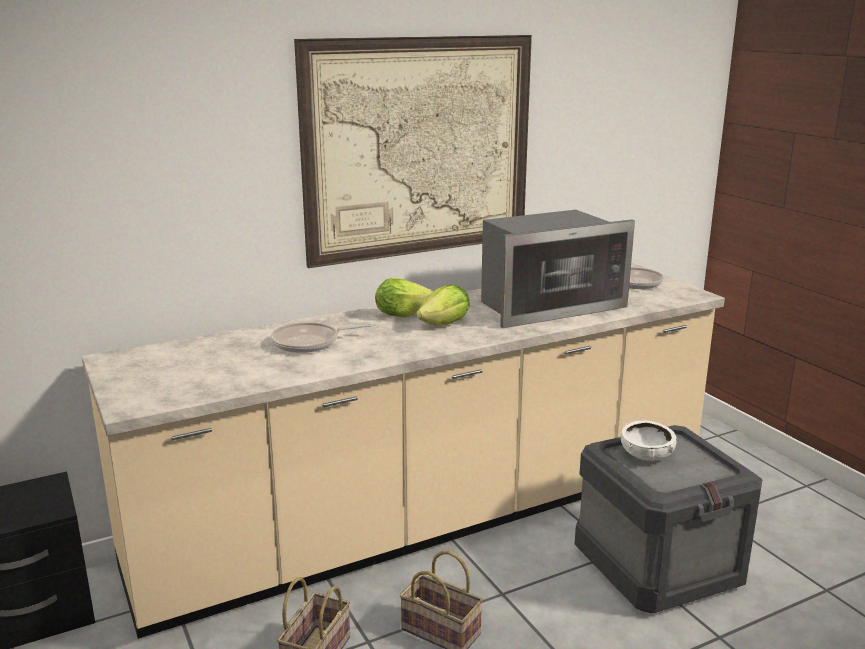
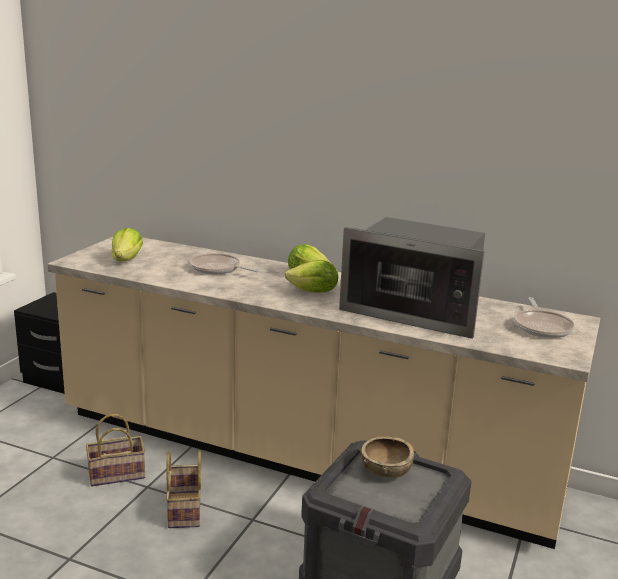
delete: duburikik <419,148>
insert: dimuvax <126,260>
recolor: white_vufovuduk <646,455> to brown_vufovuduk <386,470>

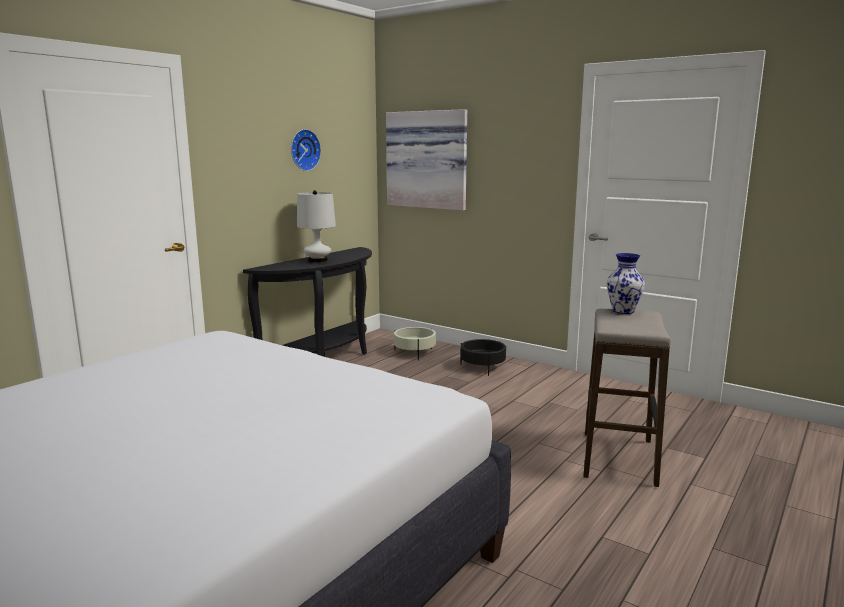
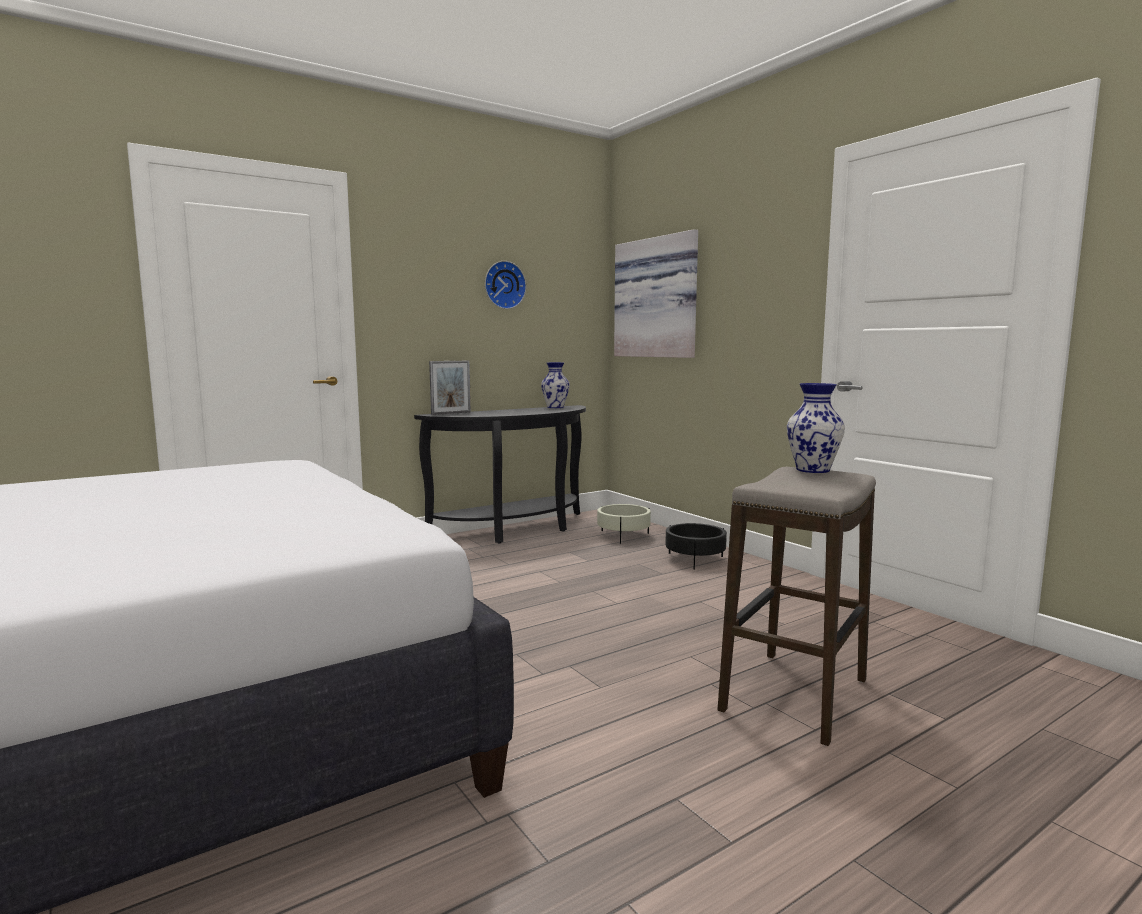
delete: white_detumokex <317,260>
insert: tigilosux <451,413>; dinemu <555,407>

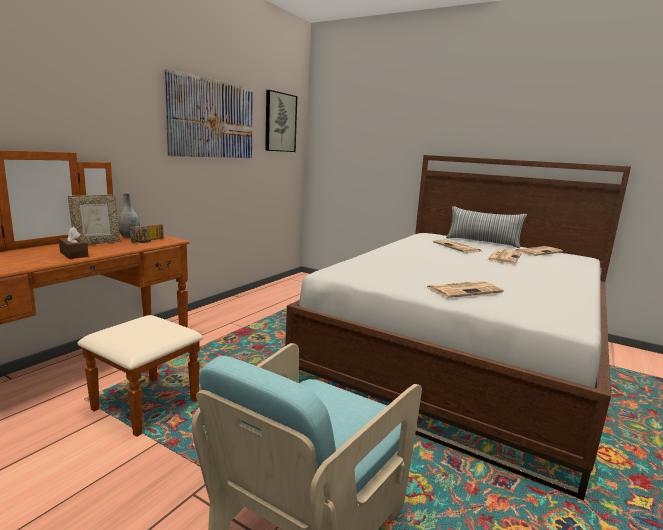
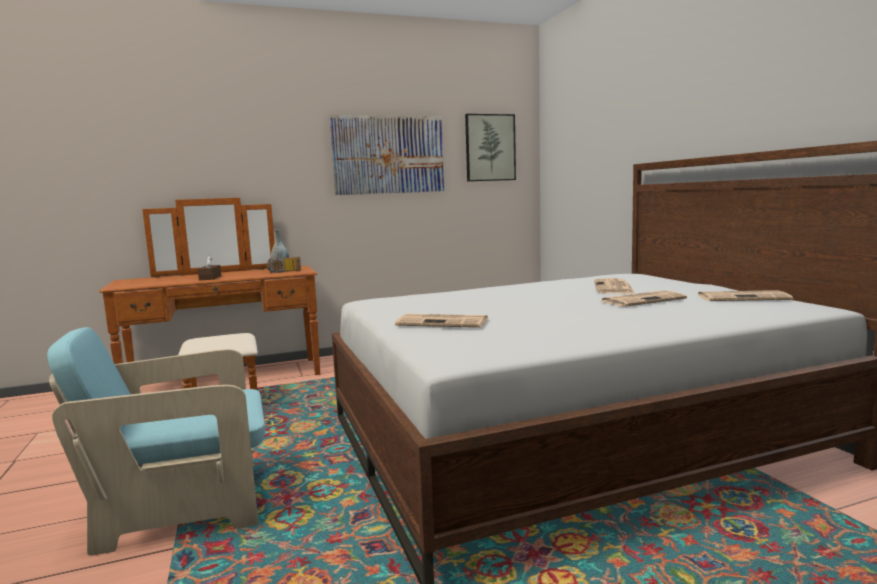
delete: tigilosux <97,243>; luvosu <482,242>

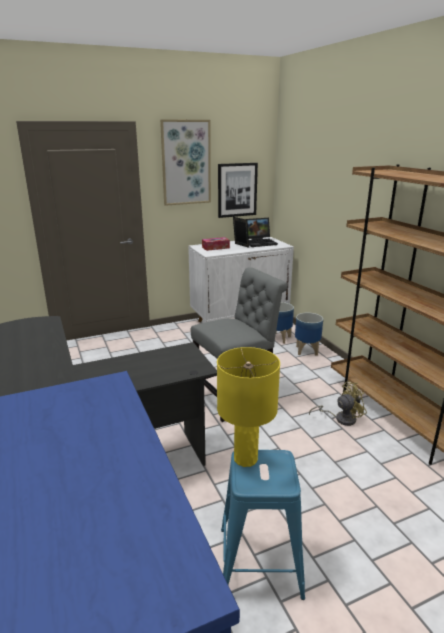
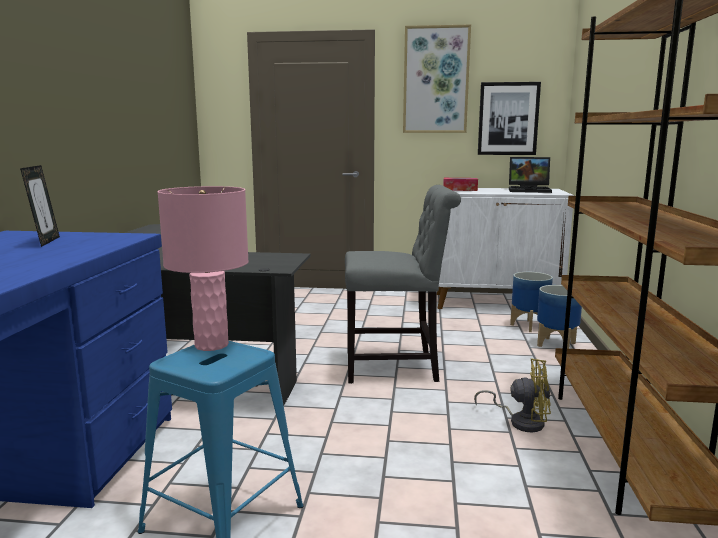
move: tigilosux <240,246> to <45,241>
recolor: yellow_detumokex <246,459> to pink_detumokex <211,345>

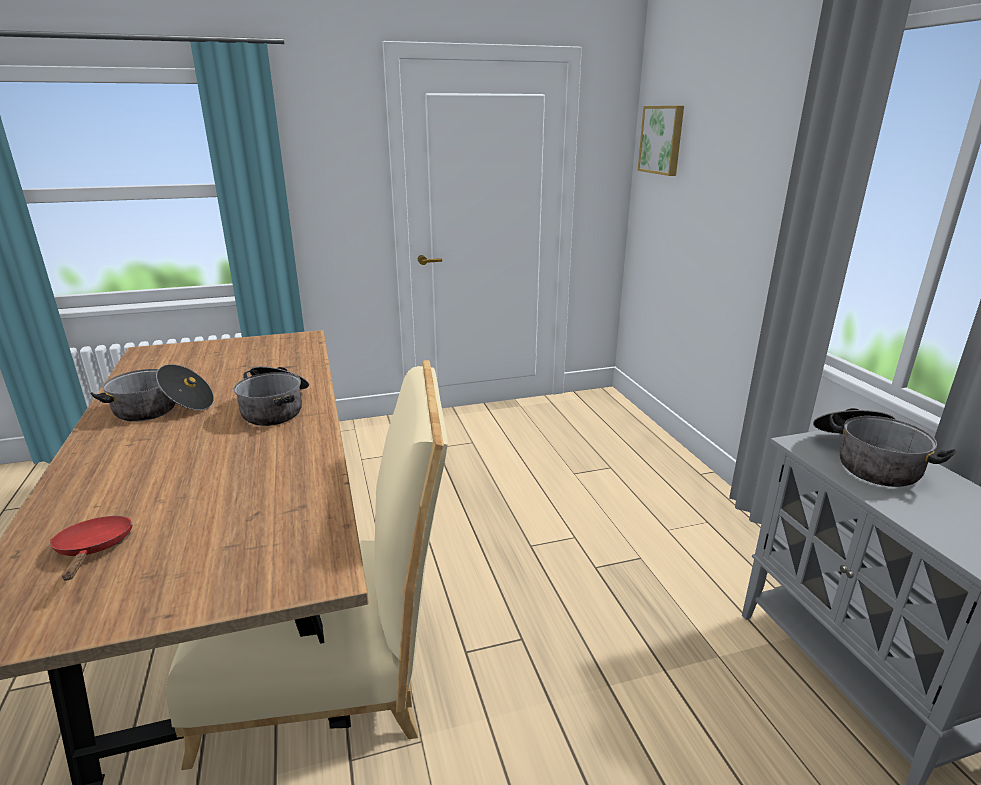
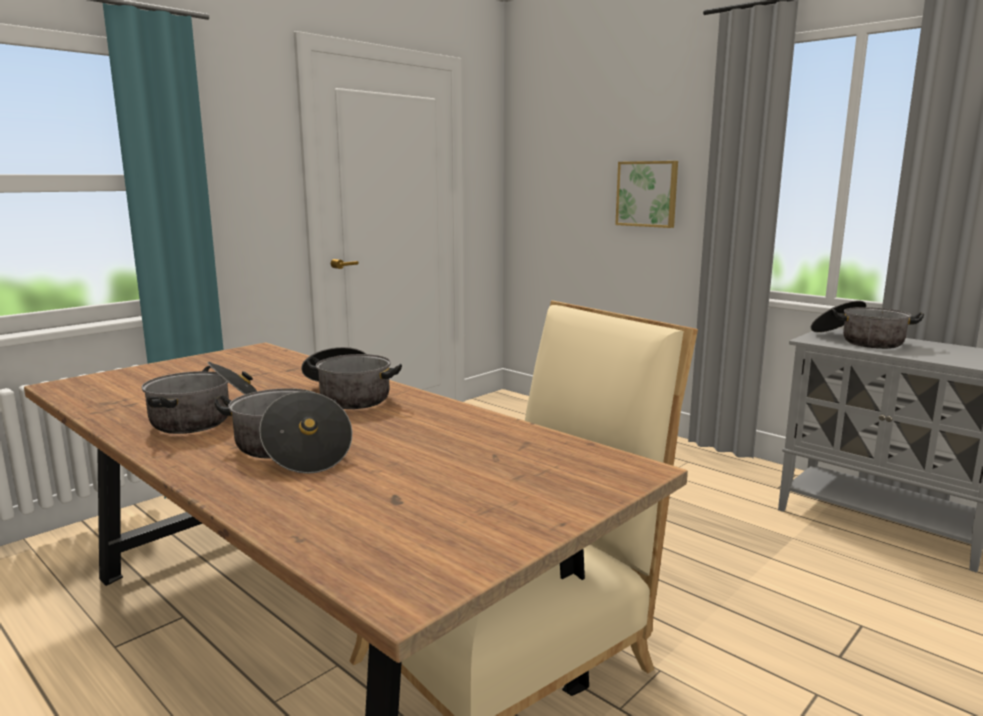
delete: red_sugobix <94,549>
insert: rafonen <288,451>
move: duburikik <662,140> to <647,194>

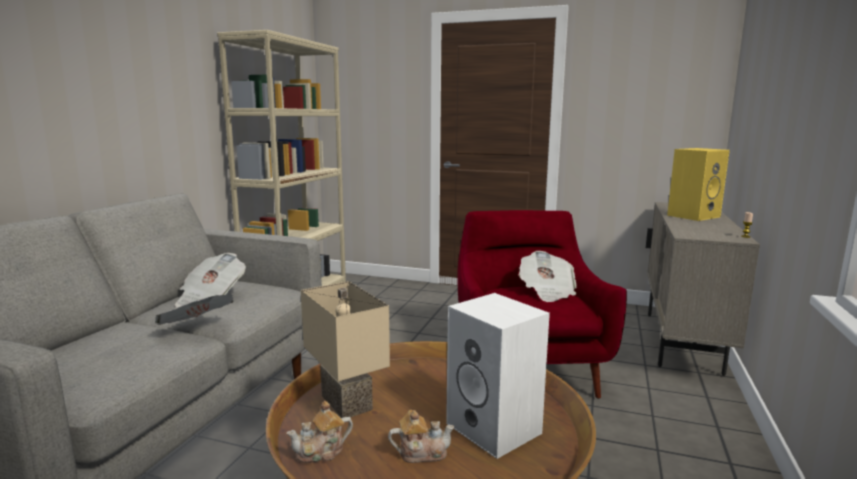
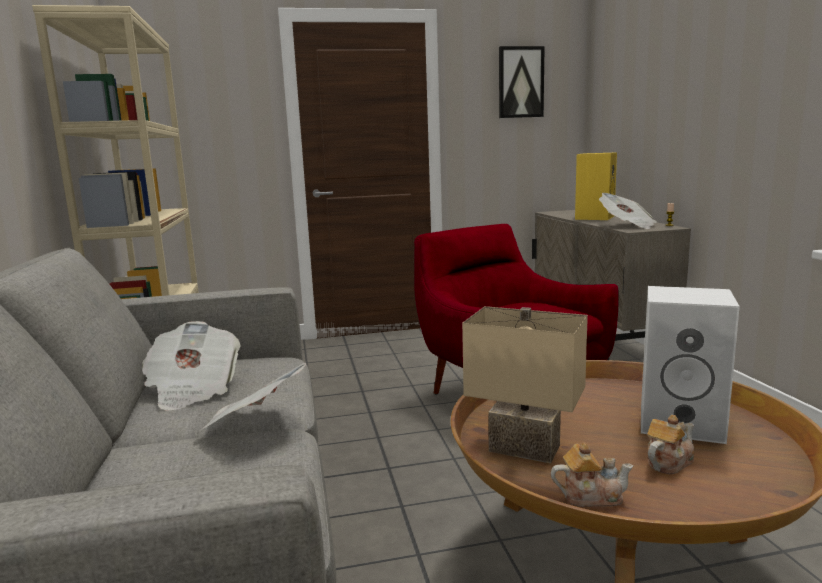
insert: duburikik <520,82>
move: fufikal <546,292> to <627,226>
rotate: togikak <321,452> = <590,496> 120 degrees counterclockwise

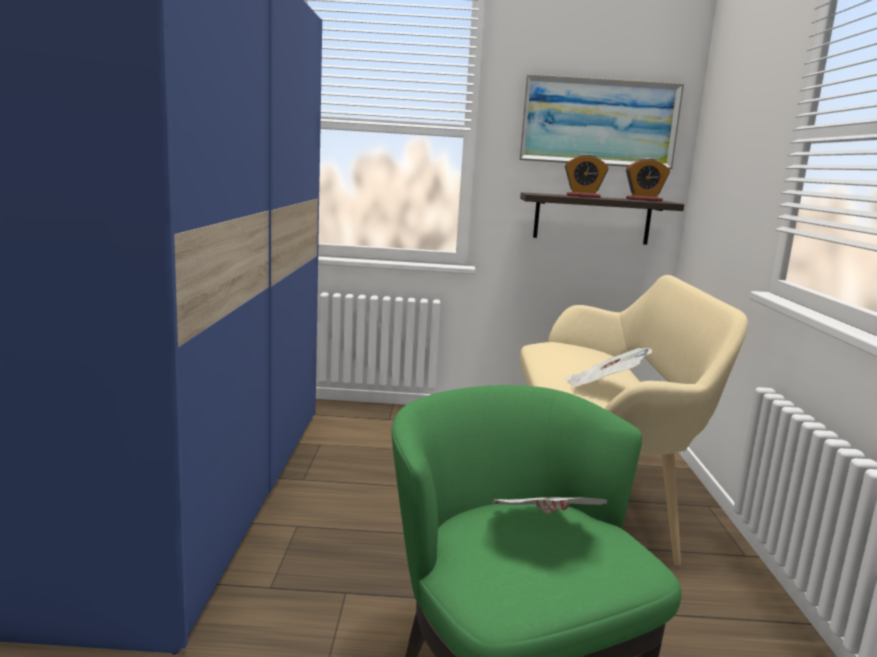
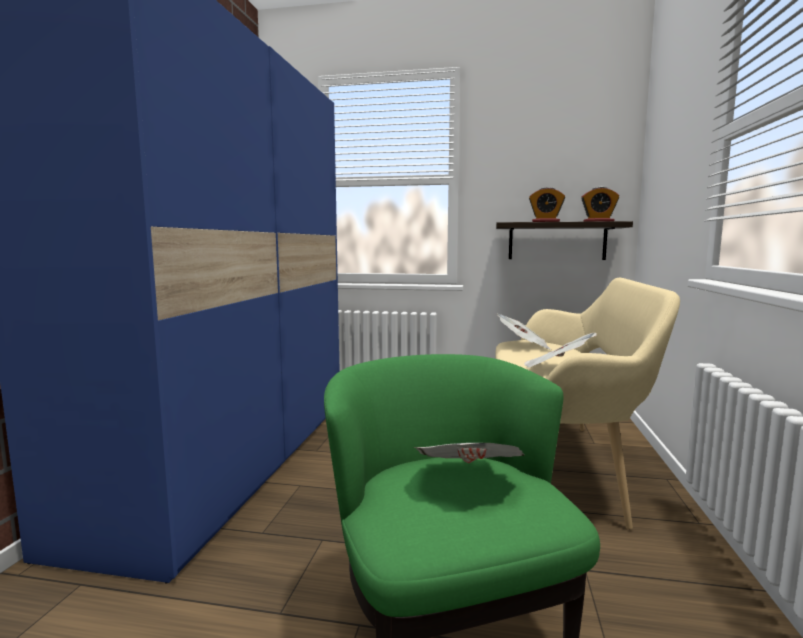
delete: duburikik <599,122>
insert: fufikal <523,346>

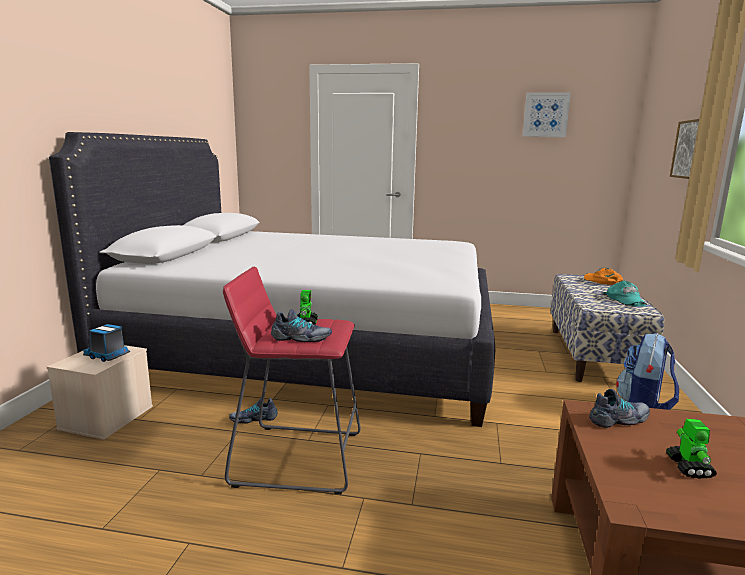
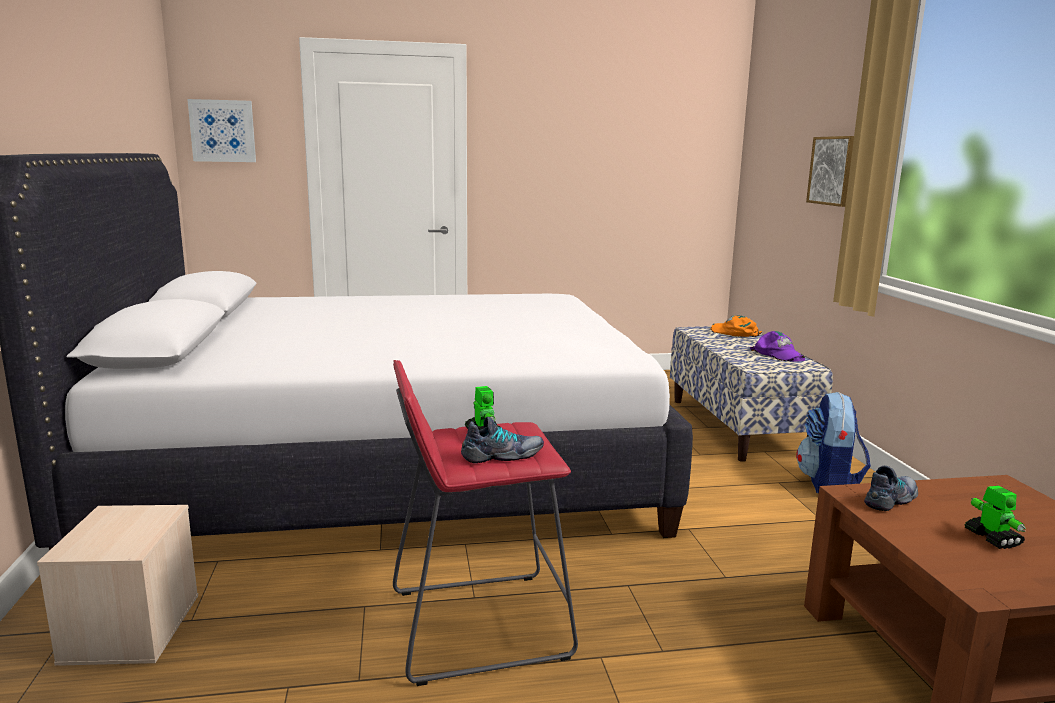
delete: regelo <107,356>; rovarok <253,418>
move: duburikik <545,115> to <222,131>
recolor: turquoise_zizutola <625,300> to purple_zizutola <778,354>

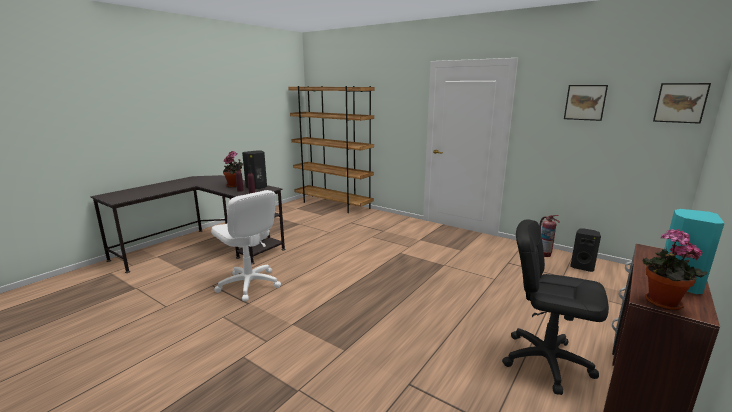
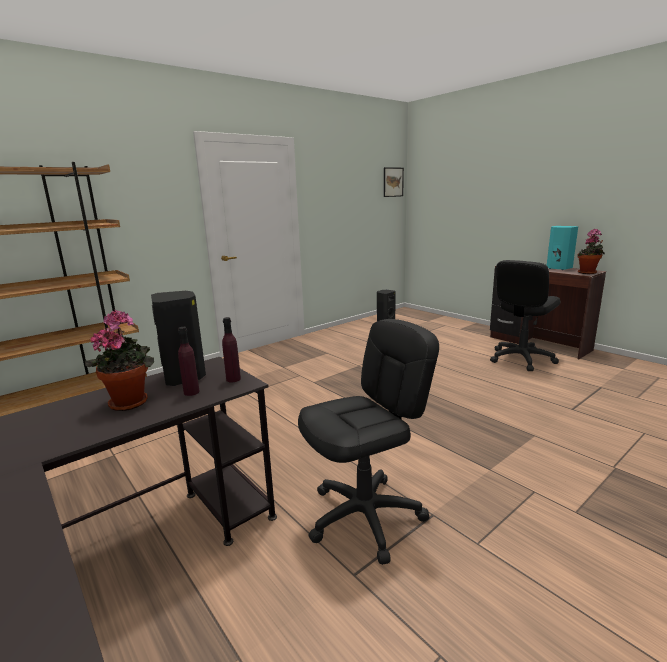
delete: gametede <544,254>; duburikik <585,102>
recolor: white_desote <249,284> to black_desote <365,516>

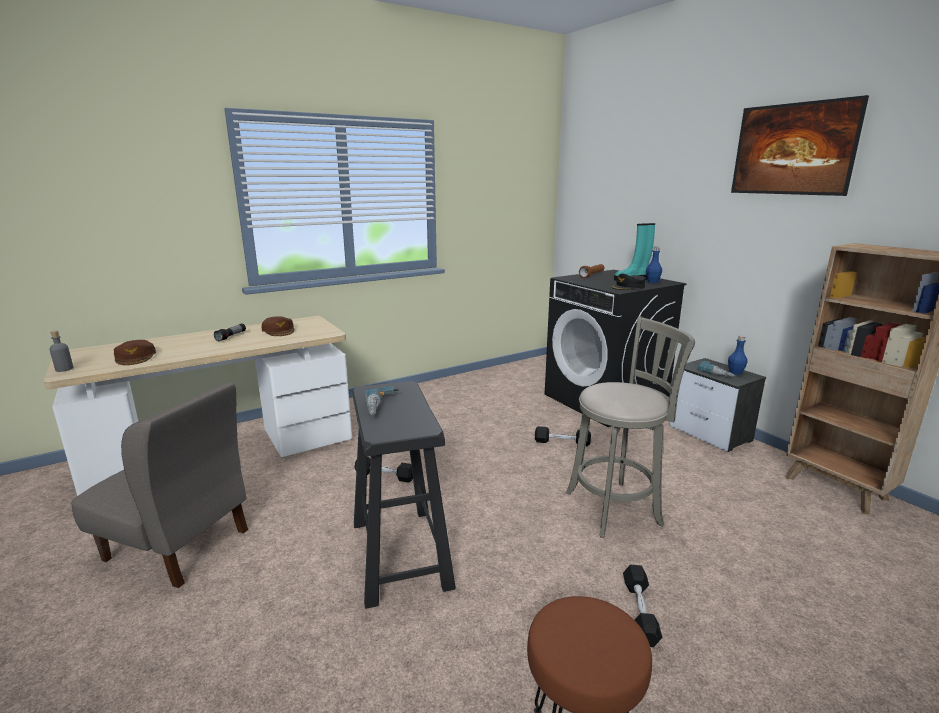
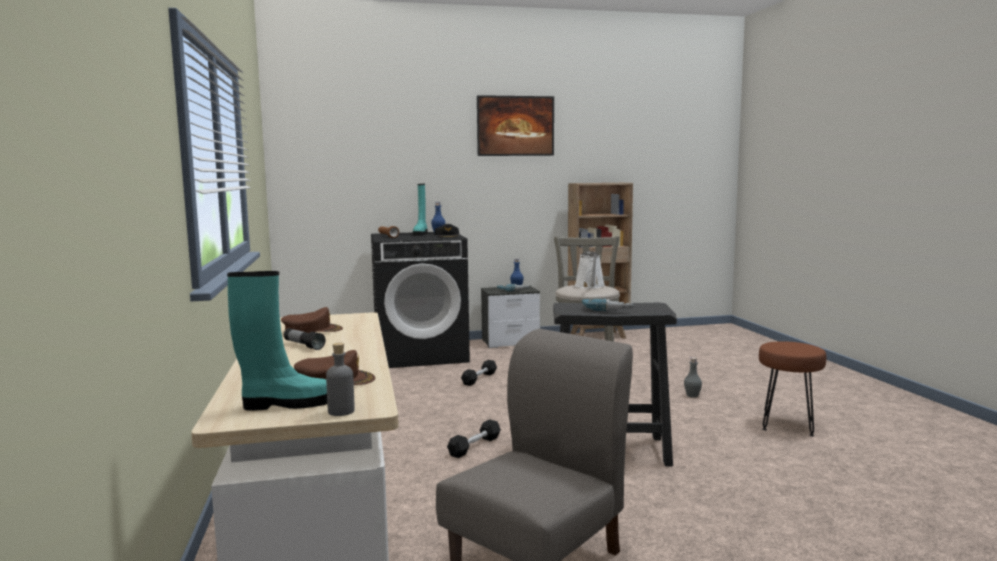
insert: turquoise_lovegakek <286,404>; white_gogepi <590,286>
replace: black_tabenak <640,612> to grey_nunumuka <692,395>

